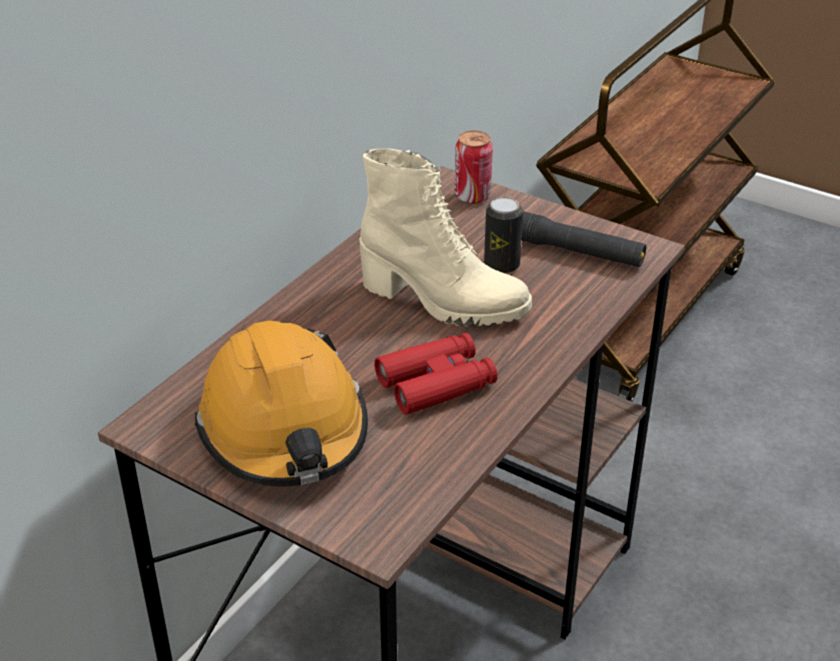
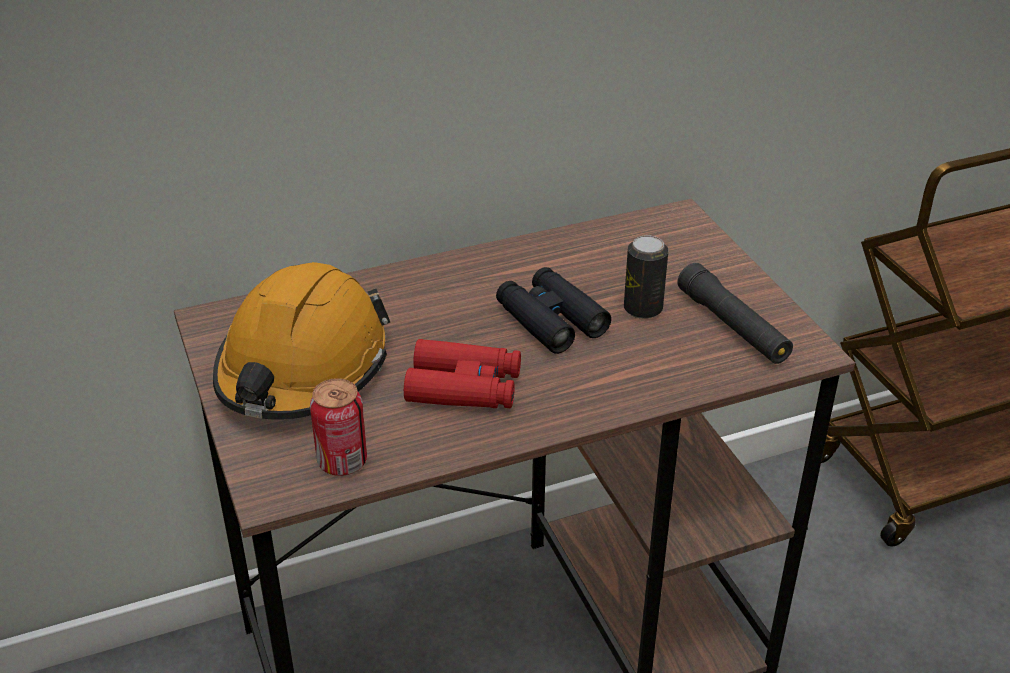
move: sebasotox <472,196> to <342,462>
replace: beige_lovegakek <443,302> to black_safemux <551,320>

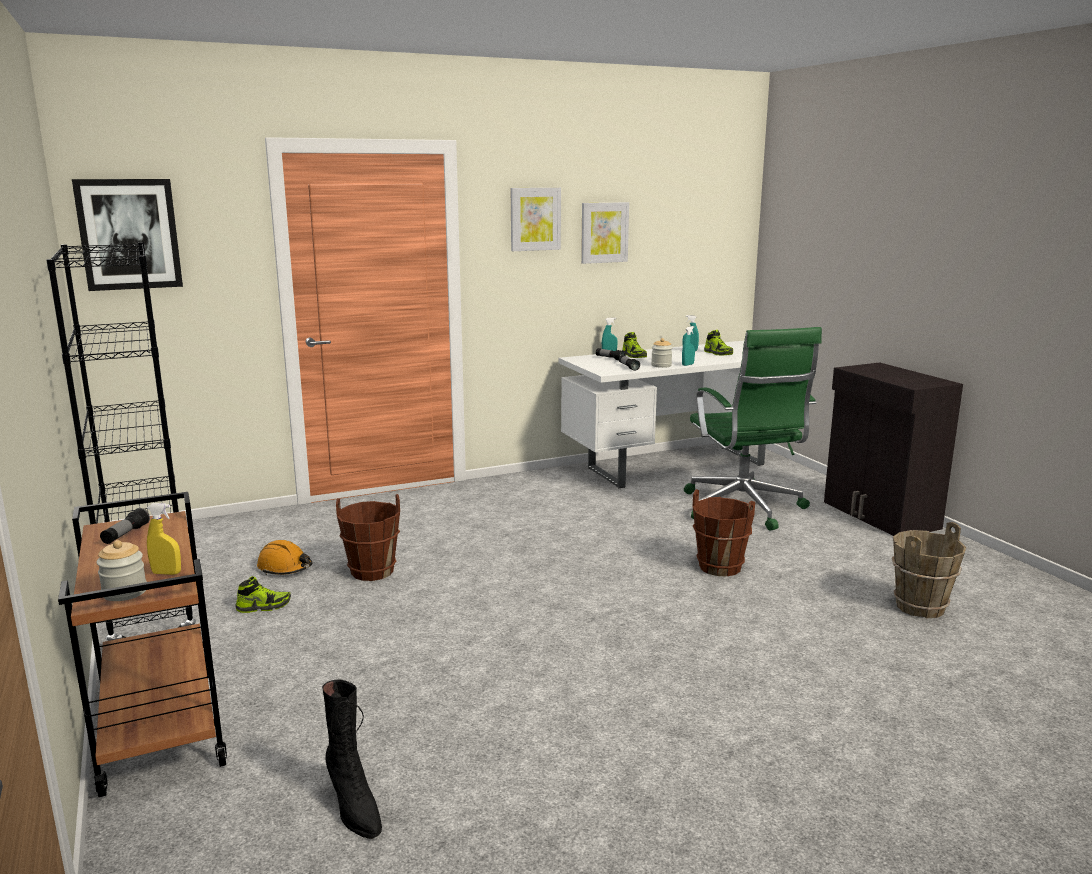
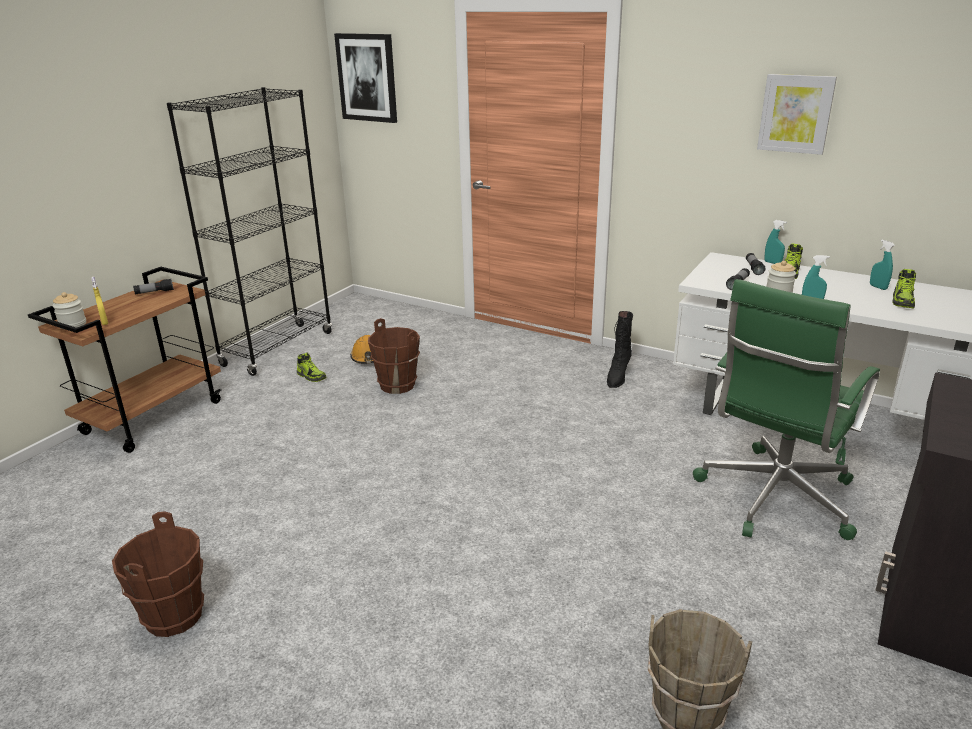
delete: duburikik <535,219>
move: black_lovegakek <354,807> to <617,377>; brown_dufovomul <720,567> to <175,616>

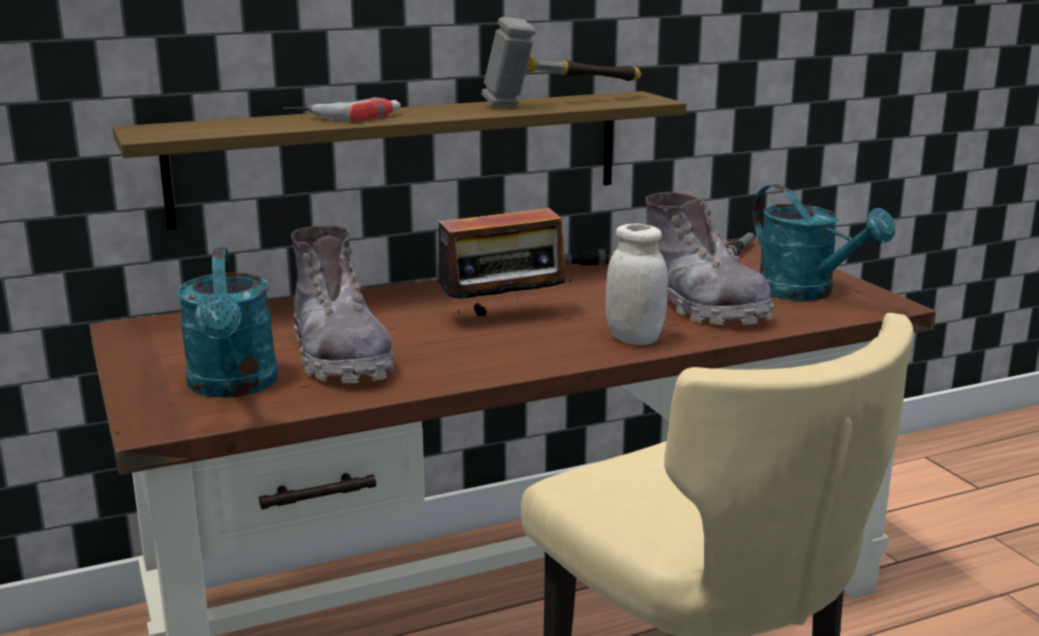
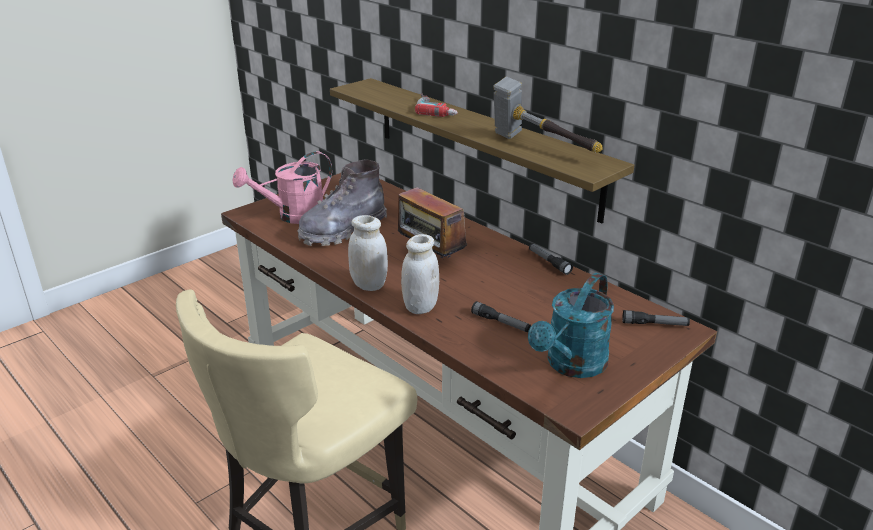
insert: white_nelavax <369,285>
replace: grey_lovegakek <700,307> to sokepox <501,323>
recolor: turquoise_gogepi <233,386> to pink_gogepi <293,216>

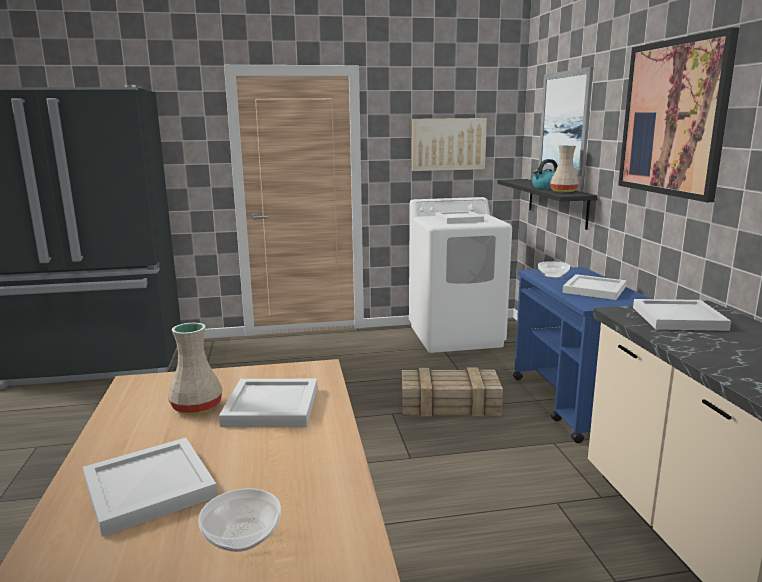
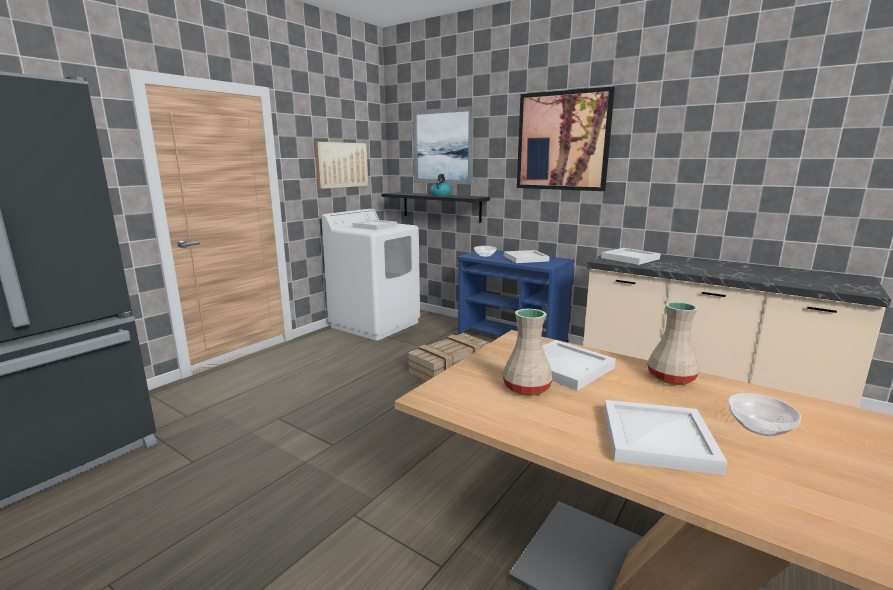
move: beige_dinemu <563,191> to <670,378>

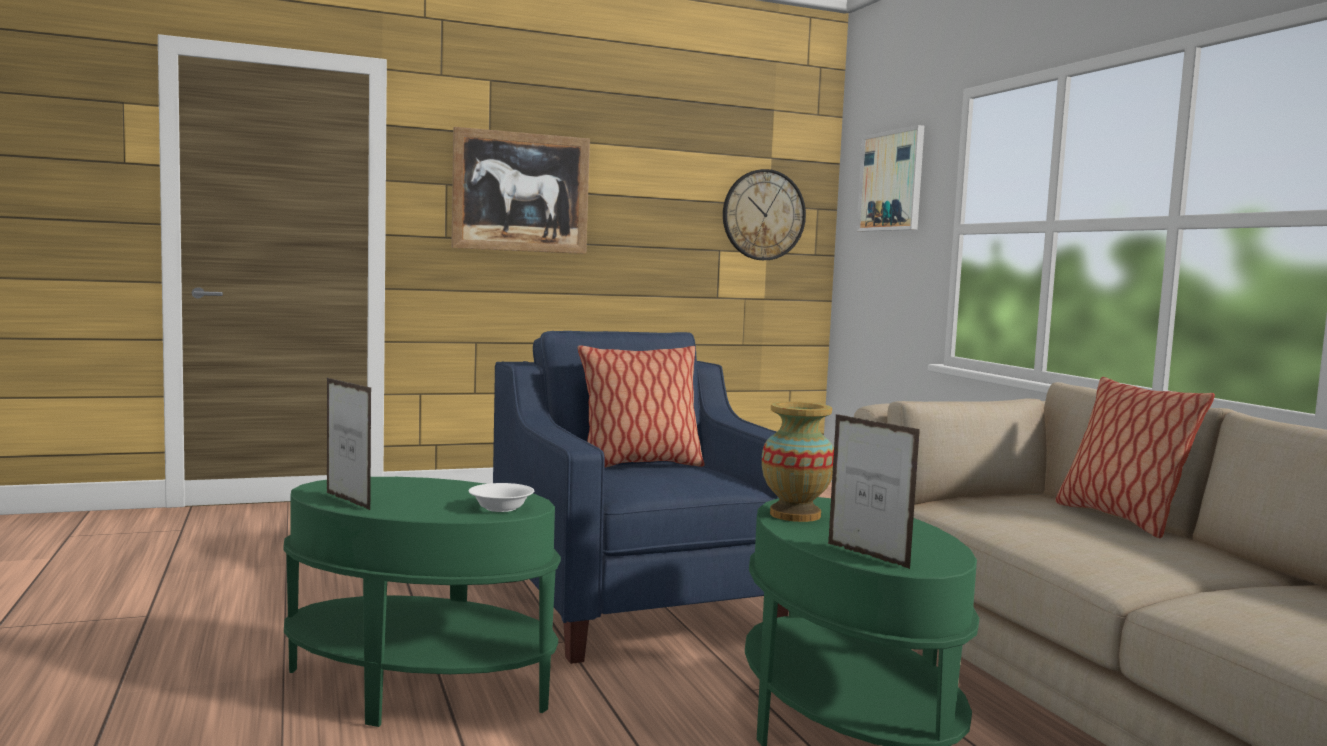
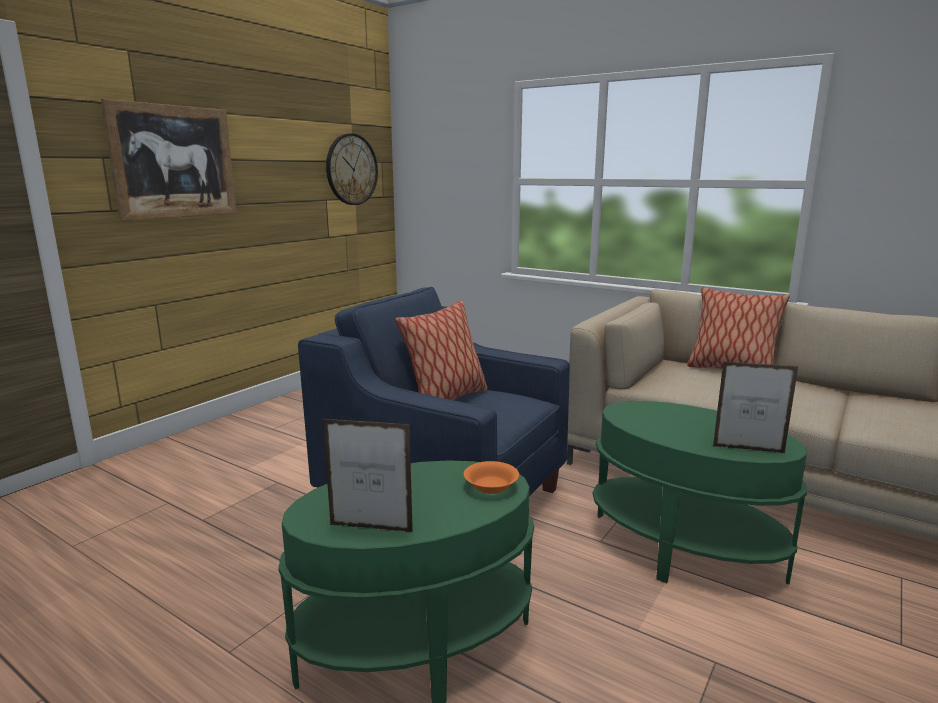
delete: dinemu <794,515>; duburikik <891,181>
recolor: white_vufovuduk <500,508> to orange_vufovuduk <491,488>

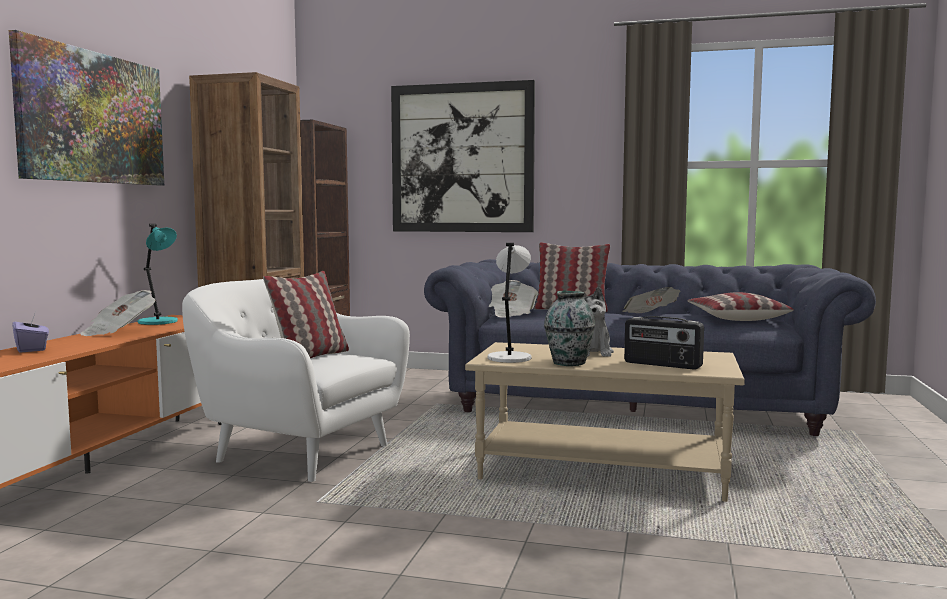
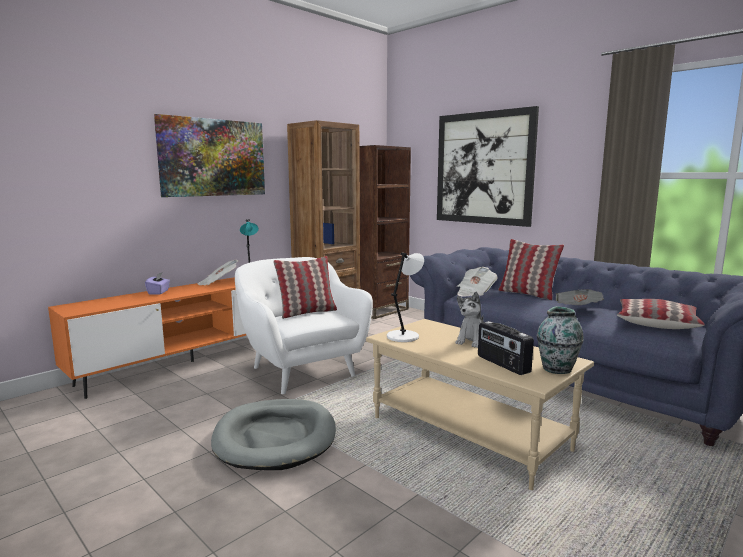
insert: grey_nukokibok <275,438>
move: dinemu <569,363> to <557,369>

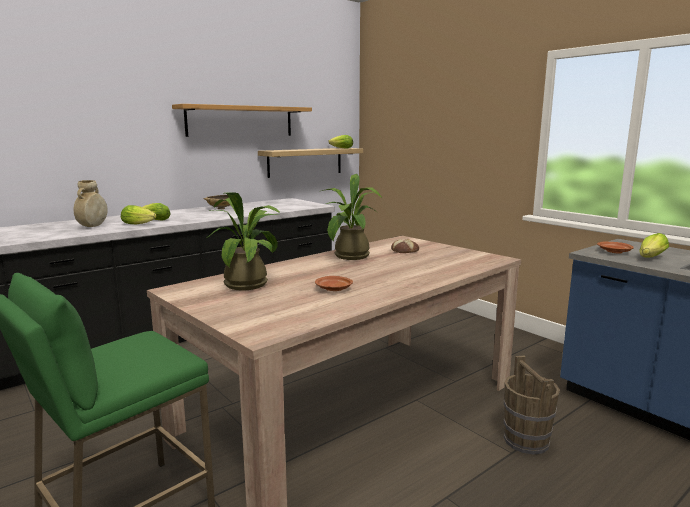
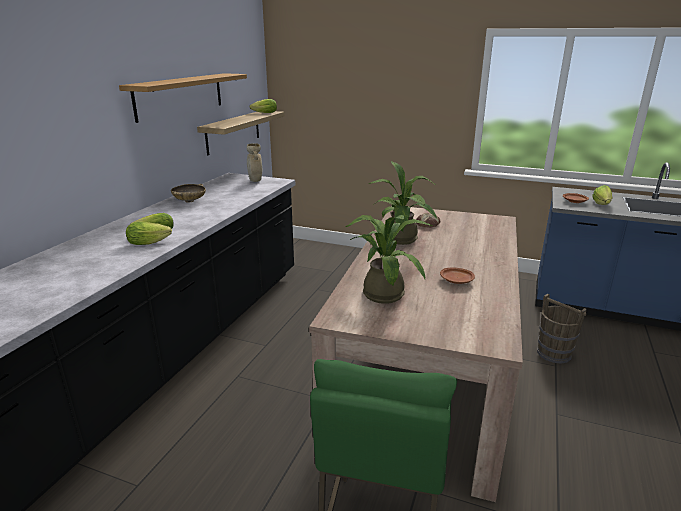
move: beige_dinemu <92,226> to <255,181>

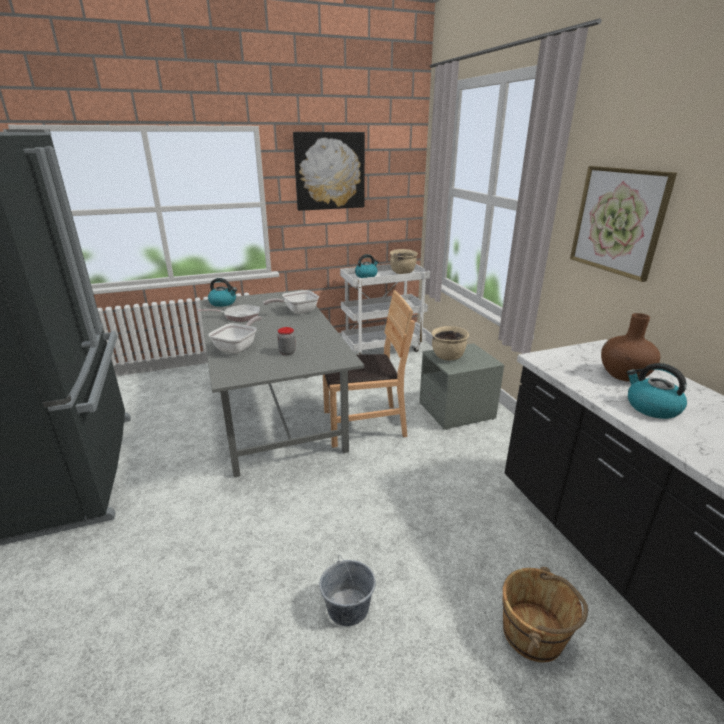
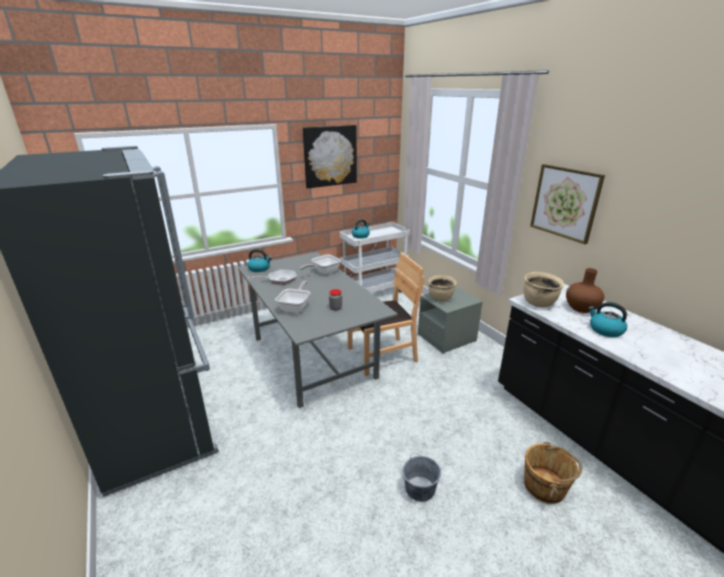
move: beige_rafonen <403,273> to <539,303>

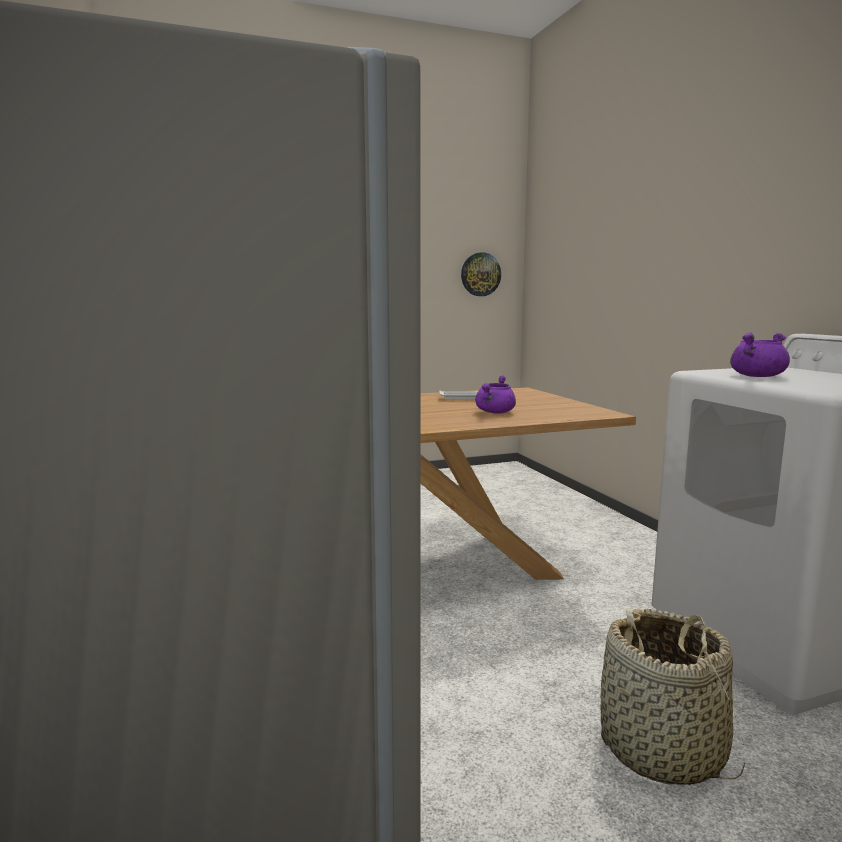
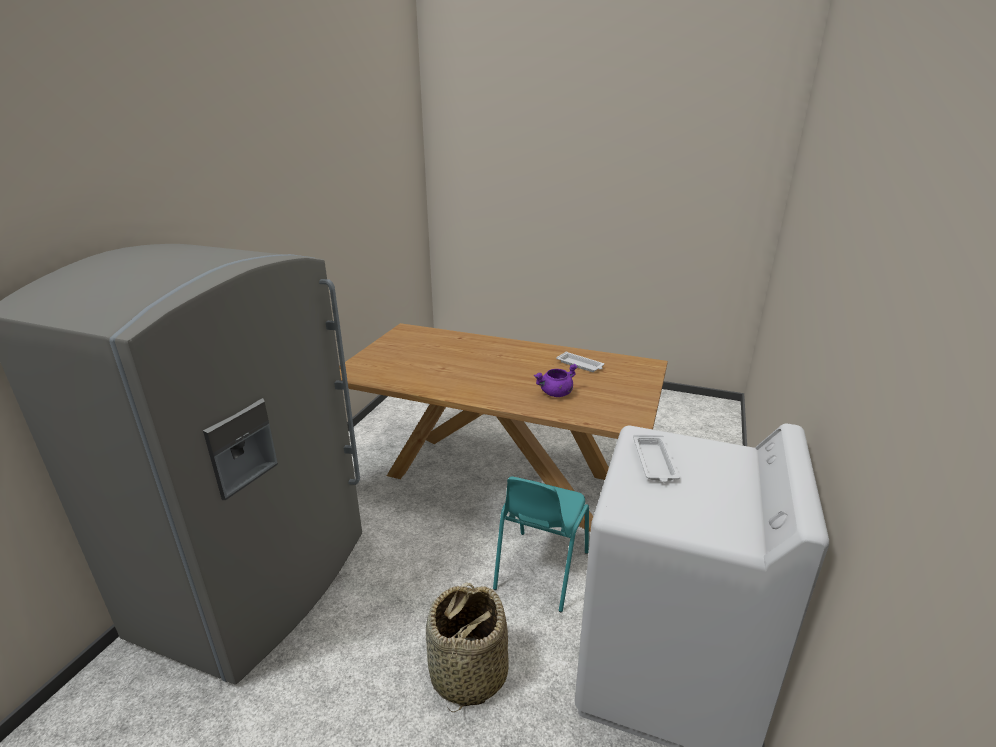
delete: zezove <480,274>
insert: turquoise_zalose <540,570>
replace: purple_rafonen <757,376> to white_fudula <654,462>

